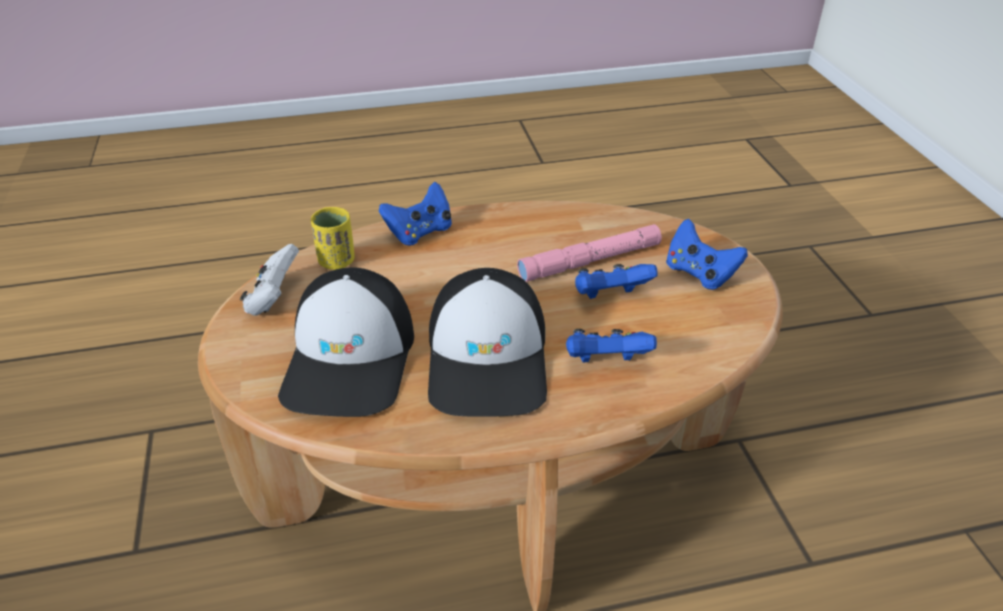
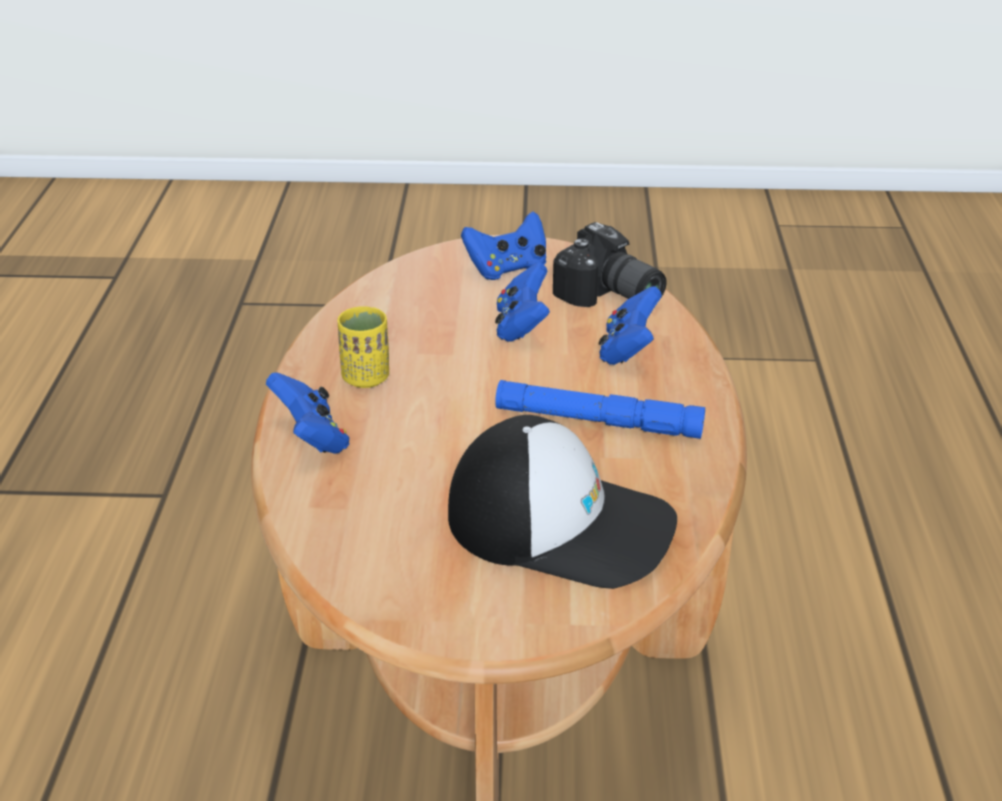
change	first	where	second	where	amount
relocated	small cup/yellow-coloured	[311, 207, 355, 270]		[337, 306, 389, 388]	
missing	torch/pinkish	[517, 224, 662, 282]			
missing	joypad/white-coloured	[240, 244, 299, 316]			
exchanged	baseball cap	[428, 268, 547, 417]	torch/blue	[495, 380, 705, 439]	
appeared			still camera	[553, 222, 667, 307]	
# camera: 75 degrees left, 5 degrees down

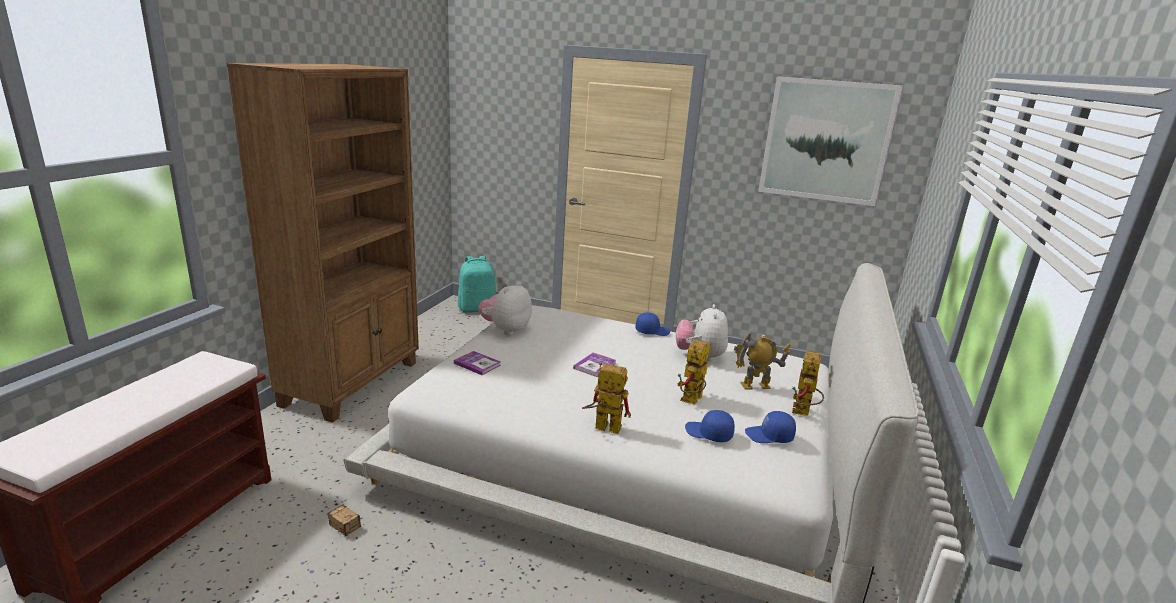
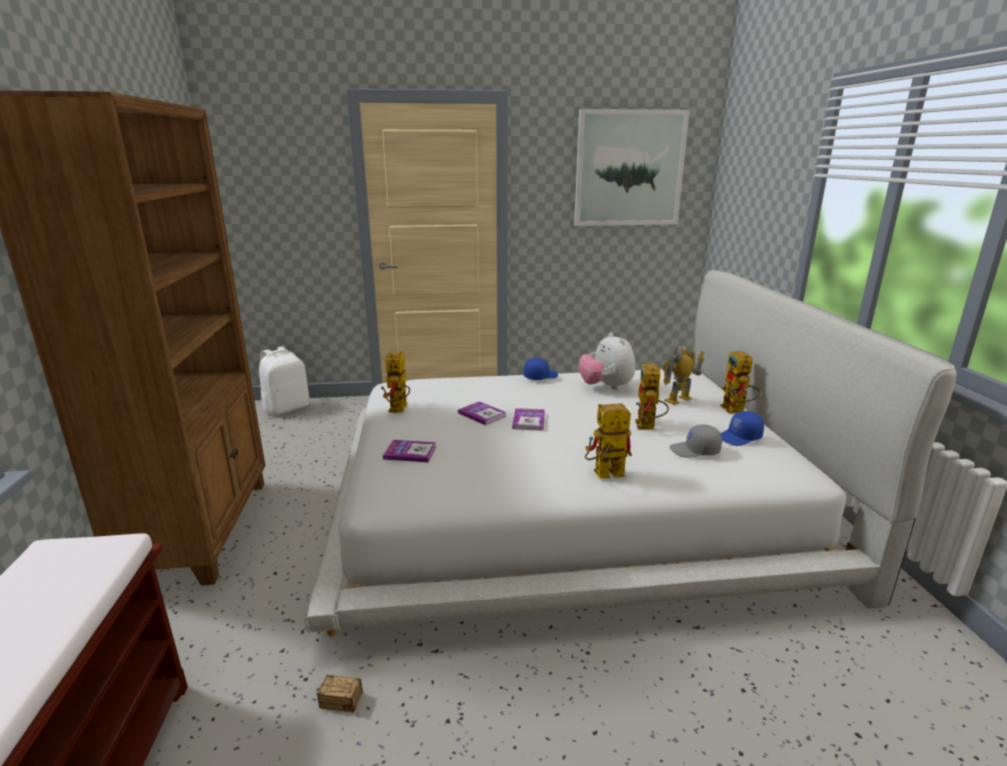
change	first	where	second	where	amount
colour	rucksack/turquoise	[458, 256, 497, 312]	rucksack/white-coloured	[259, 346, 309, 416]	
exchanged	soft toy	[478, 282, 532, 335]	robot figure	[381, 351, 410, 413]	
colour	baseball cap/blue	[685, 410, 735, 442]	baseball cap/grey	[669, 424, 722, 458]	
appeared			volume	[458, 401, 506, 425]	
# camera: 25 degrees left, 0 degrees up

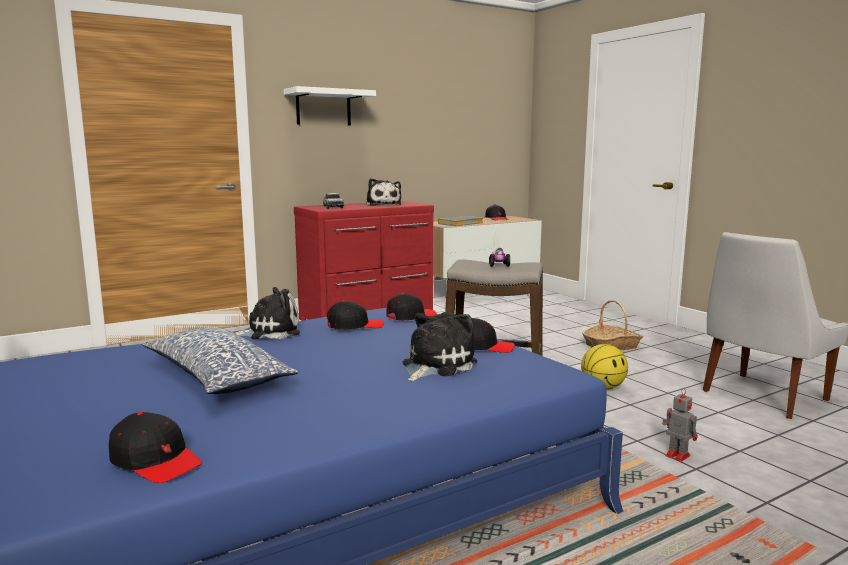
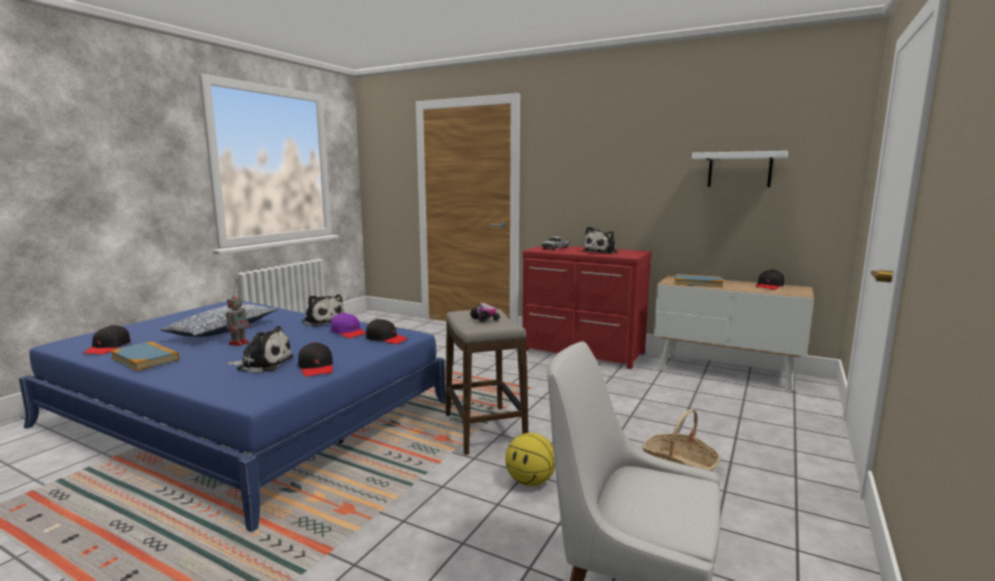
change	first	where	second	where	amount
relocated	bracket shelf/white-coloured	[283, 86, 376, 125]		[692, 151, 788, 187]	
colour	baseball cap/black-coloured	[327, 301, 384, 329]	baseball cap/purple	[331, 312, 366, 338]	
relocated	robot figure	[662, 388, 698, 462]		[226, 292, 250, 346]	
appeared			volume	[110, 341, 179, 371]	
# camera: 60 degrees right, 0 degrees up

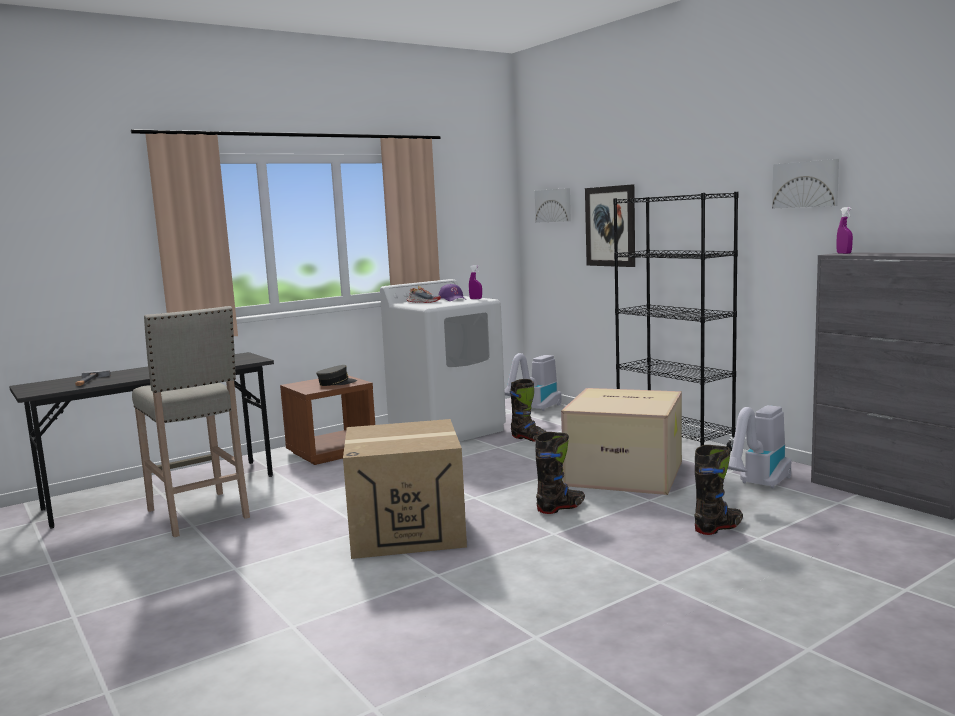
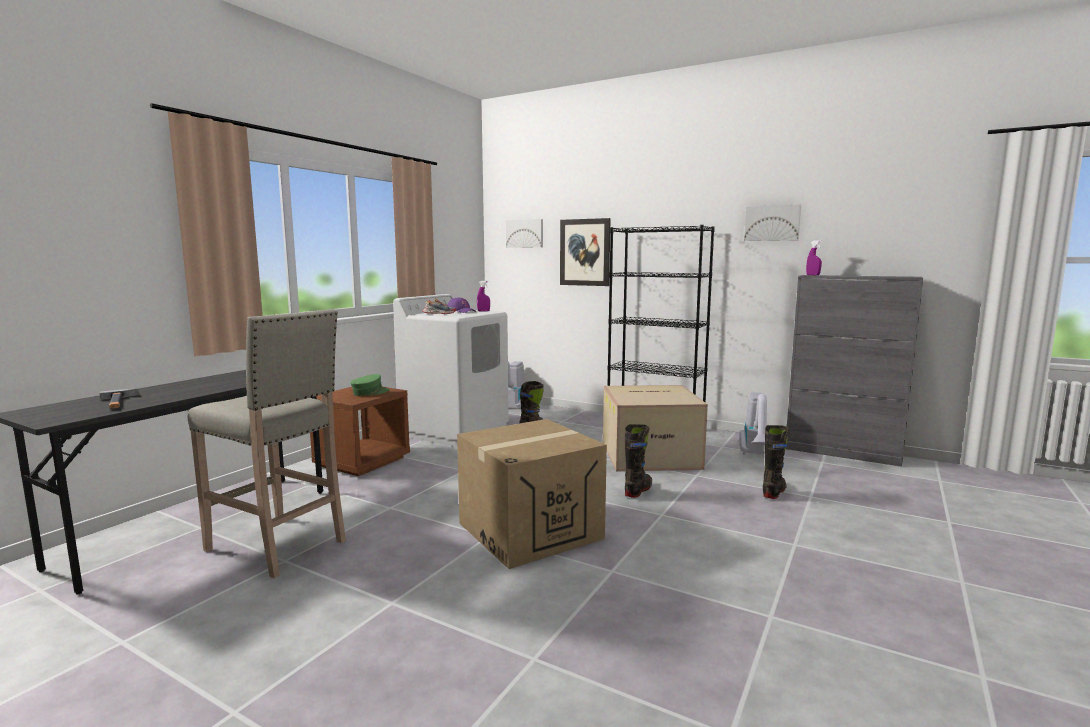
change	first	where	second	where	amount
colour	baseball cap/grey	[316, 365, 357, 386]	baseball cap/greenish	[350, 374, 390, 396]	
# camera: 25 degrees left, 0 degrees up

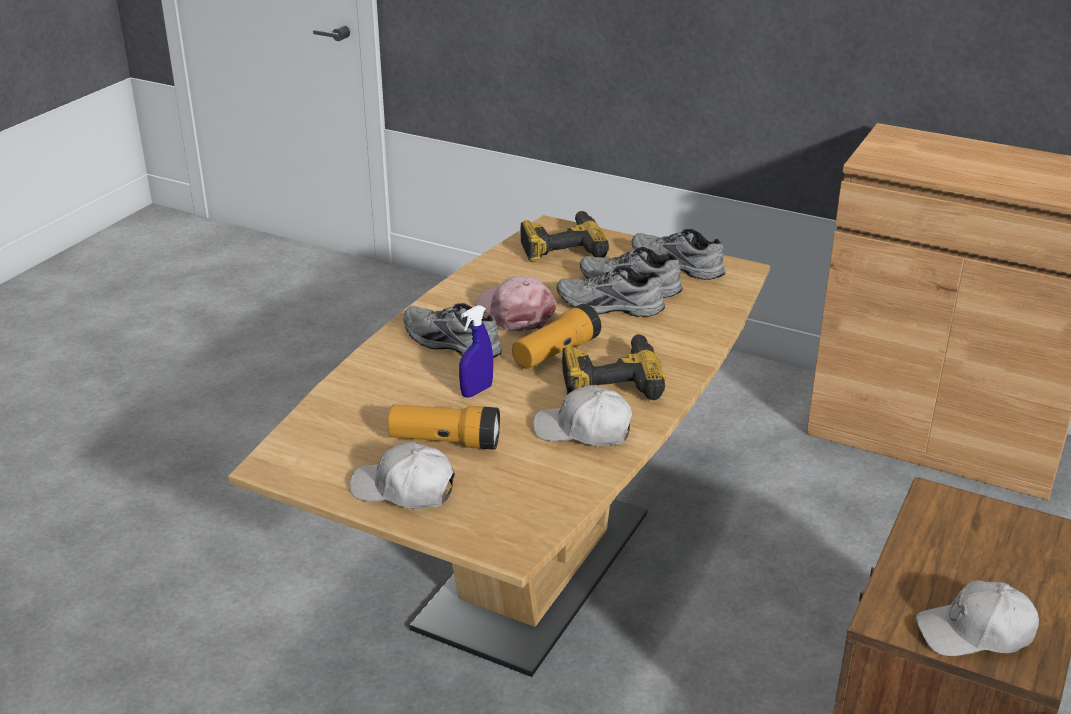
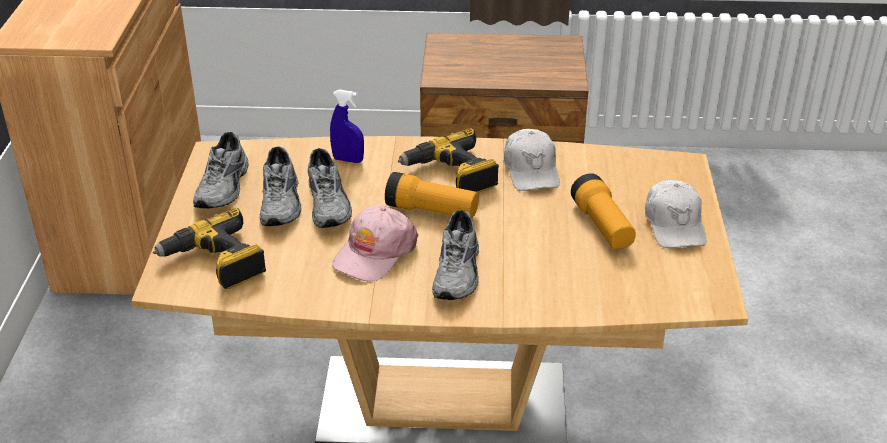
change	first	where	second	where	amount
relocated	hand sprayer/blue	[459, 305, 493, 398]		[330, 89, 364, 163]	
missing	baseball cap/white-coloured	[916, 580, 1039, 656]			
# camera: 115 degrees left, 5 degrees up

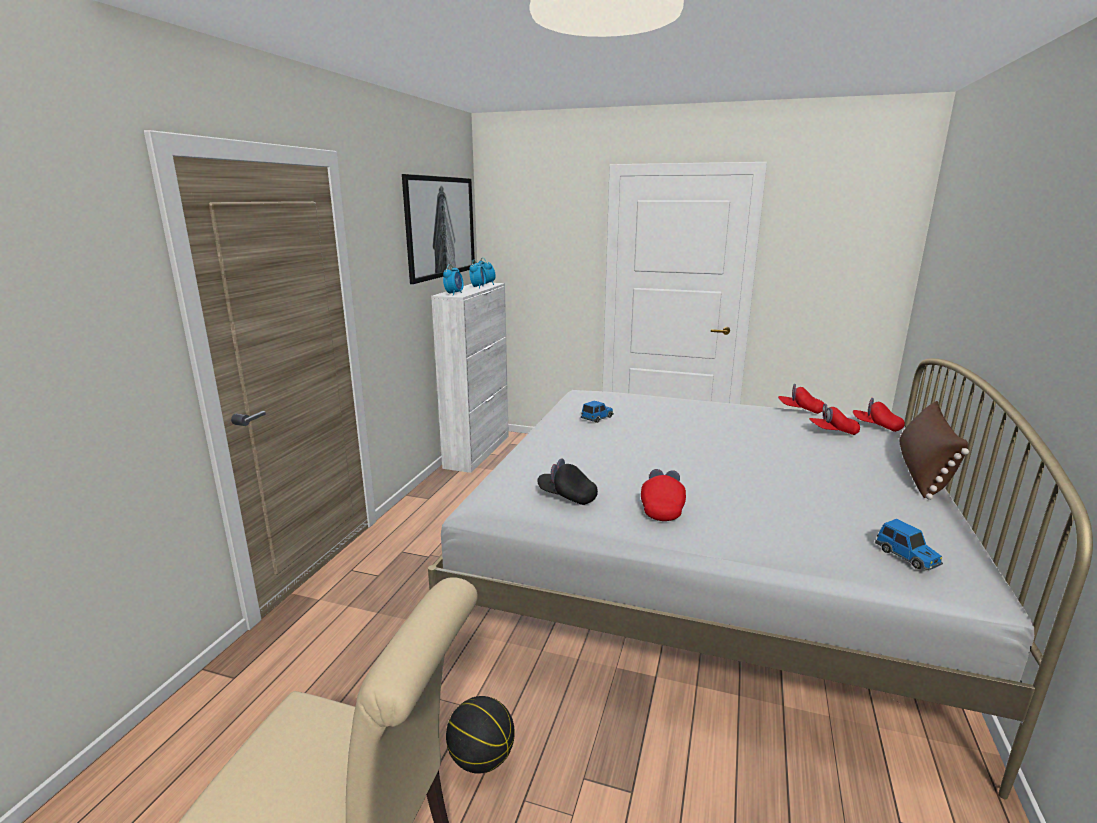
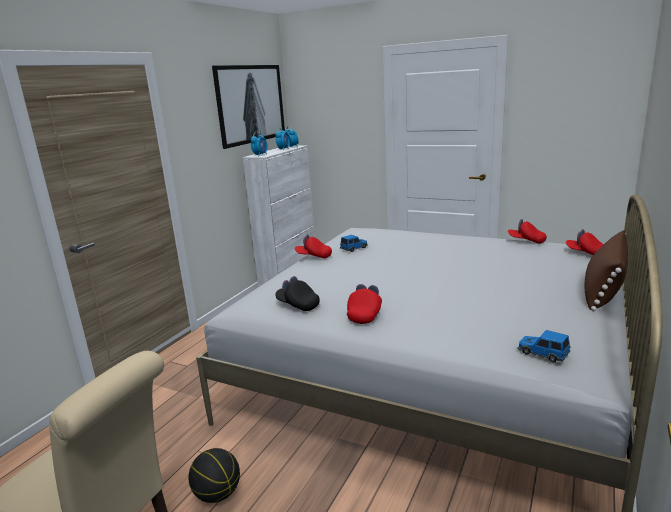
change	first	where	second	where	amount
relocated	baseball cap/reddish	[809, 404, 860, 435]		[295, 235, 332, 258]	
spun	model car	[875, 519, 943, 570]		[517, 330, 571, 362]	150 degrees clockwise
# camera: 10 degrees right, 0 degrees up

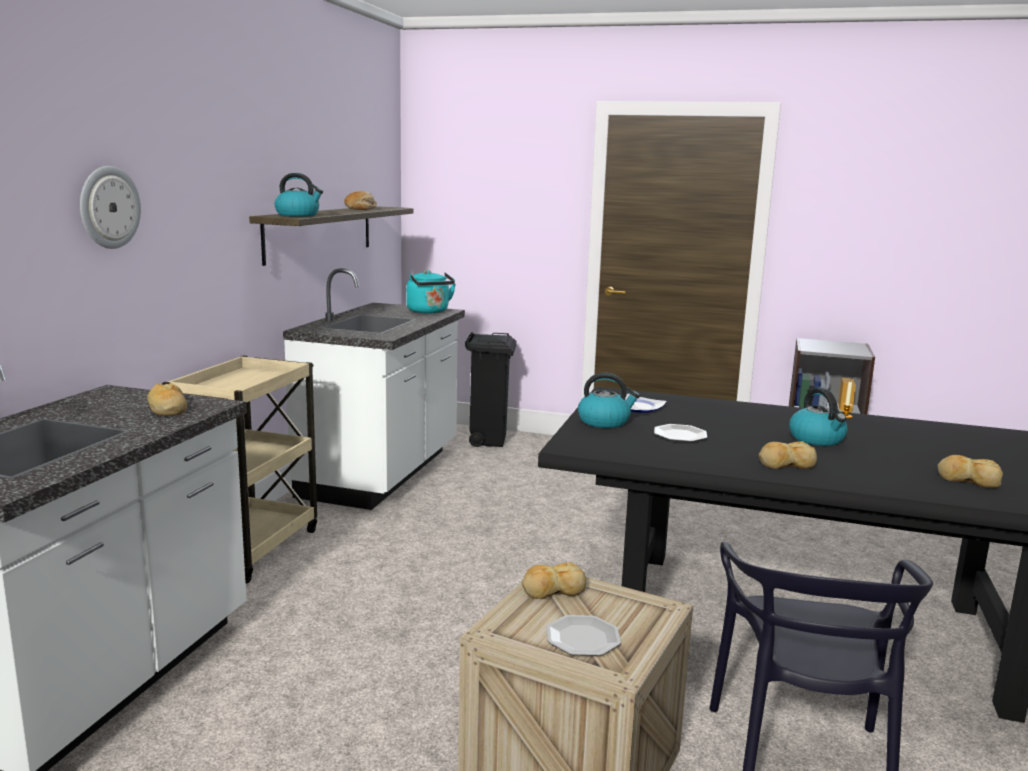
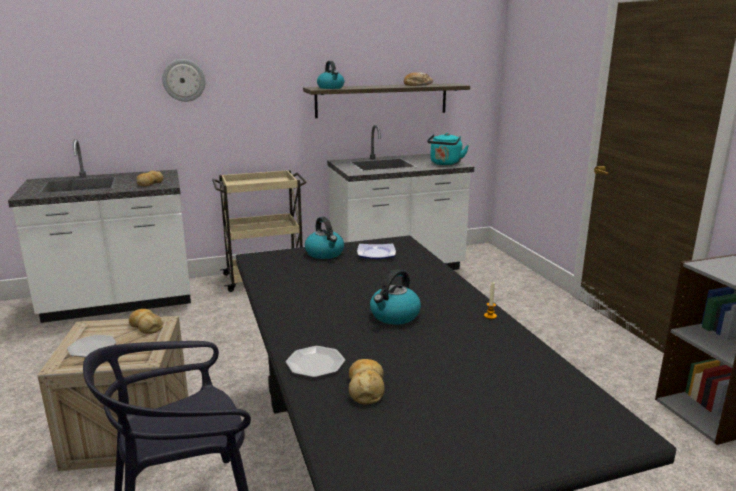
change	first	where	second	where	amount
missing	waste bin/black-coloured	[465, 332, 516, 447]			
relocated	plate	[654, 424, 707, 442]		[286, 346, 345, 378]	
missing	bread	[759, 441, 817, 469]			
# camera: 55 degrees right, 5 degrees up

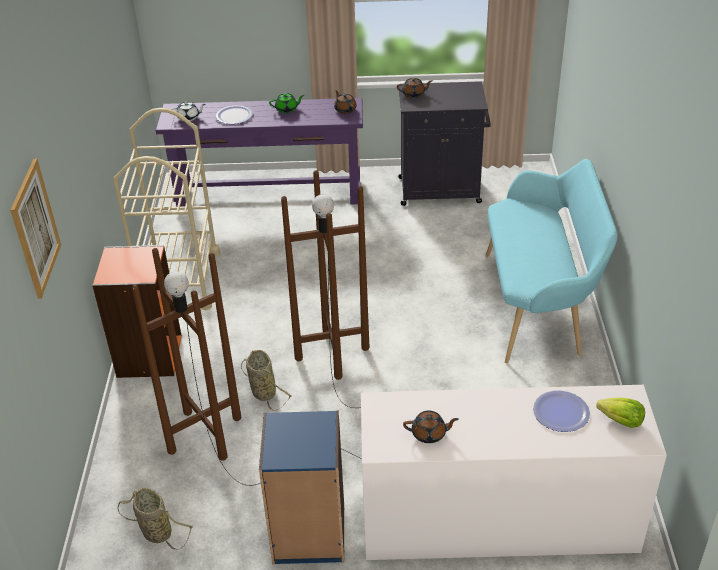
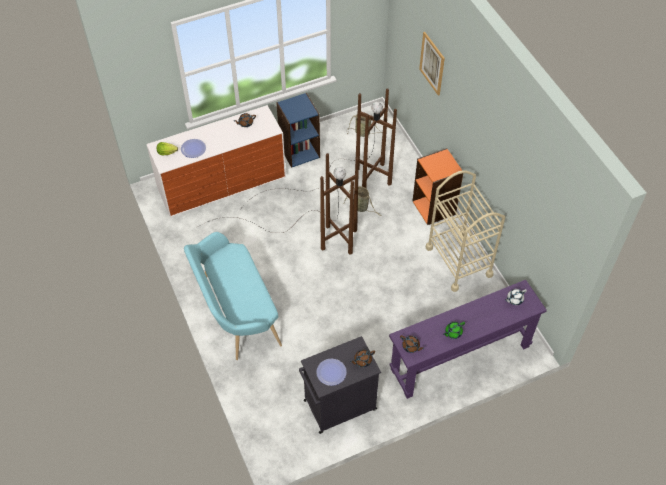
change	first	where	second	where	amount
relocated	plate	[216, 105, 253, 124]		[316, 359, 347, 386]	
# camera: 155 degrees right, 15 degrees up

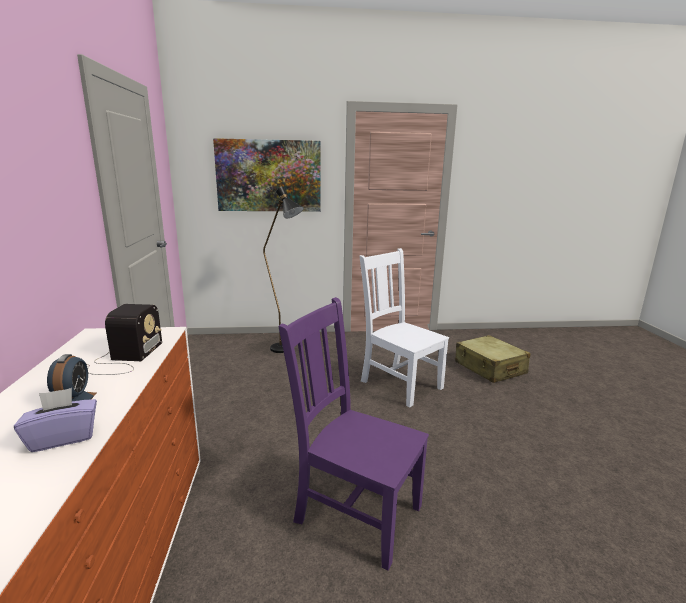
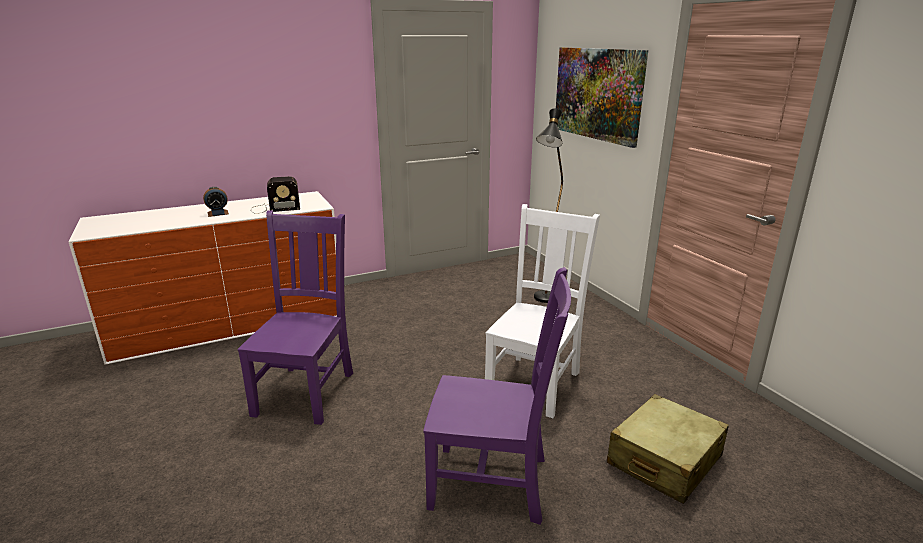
change	first	where	second	where	amount
missing	tissue holder/purple	[14, 388, 97, 452]			
appeared			plain chair/purple	[423, 267, 571, 525]	
# camera: 70 degrees right, 5 degrees up

